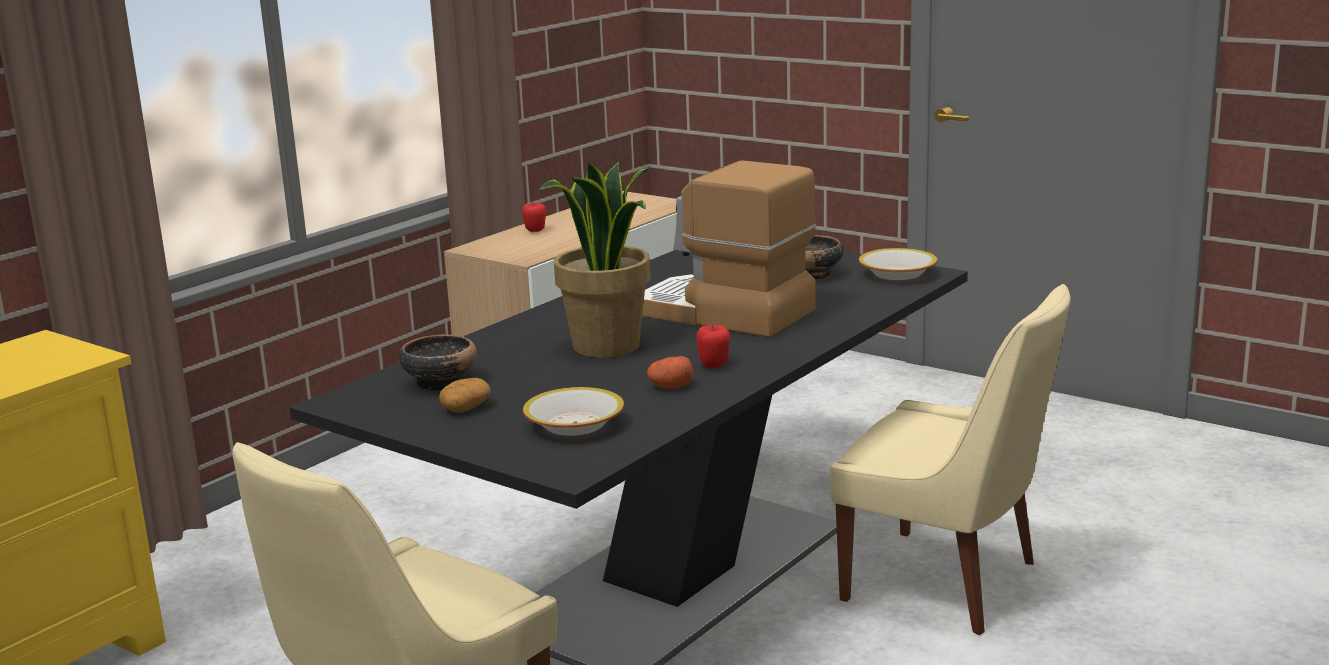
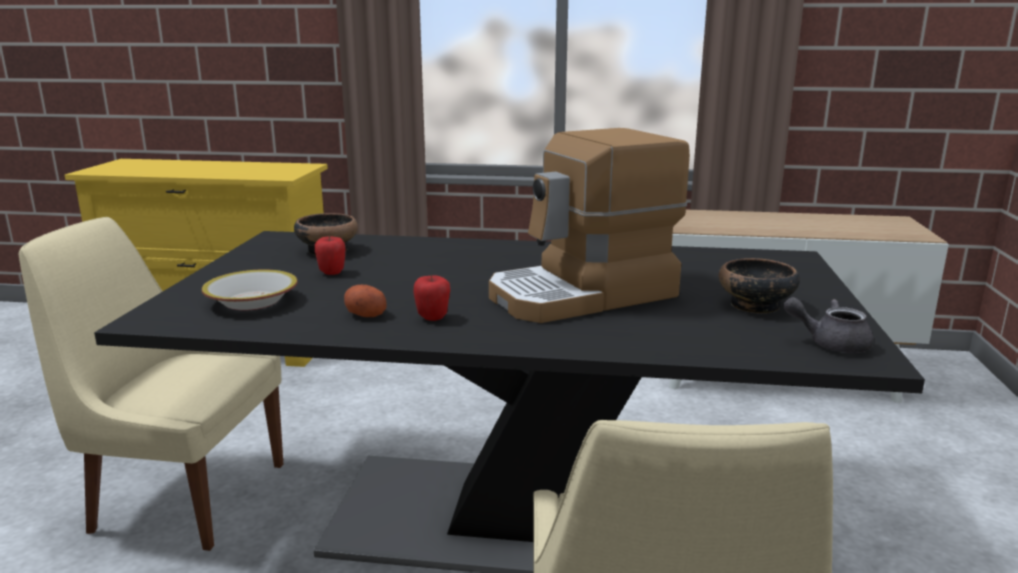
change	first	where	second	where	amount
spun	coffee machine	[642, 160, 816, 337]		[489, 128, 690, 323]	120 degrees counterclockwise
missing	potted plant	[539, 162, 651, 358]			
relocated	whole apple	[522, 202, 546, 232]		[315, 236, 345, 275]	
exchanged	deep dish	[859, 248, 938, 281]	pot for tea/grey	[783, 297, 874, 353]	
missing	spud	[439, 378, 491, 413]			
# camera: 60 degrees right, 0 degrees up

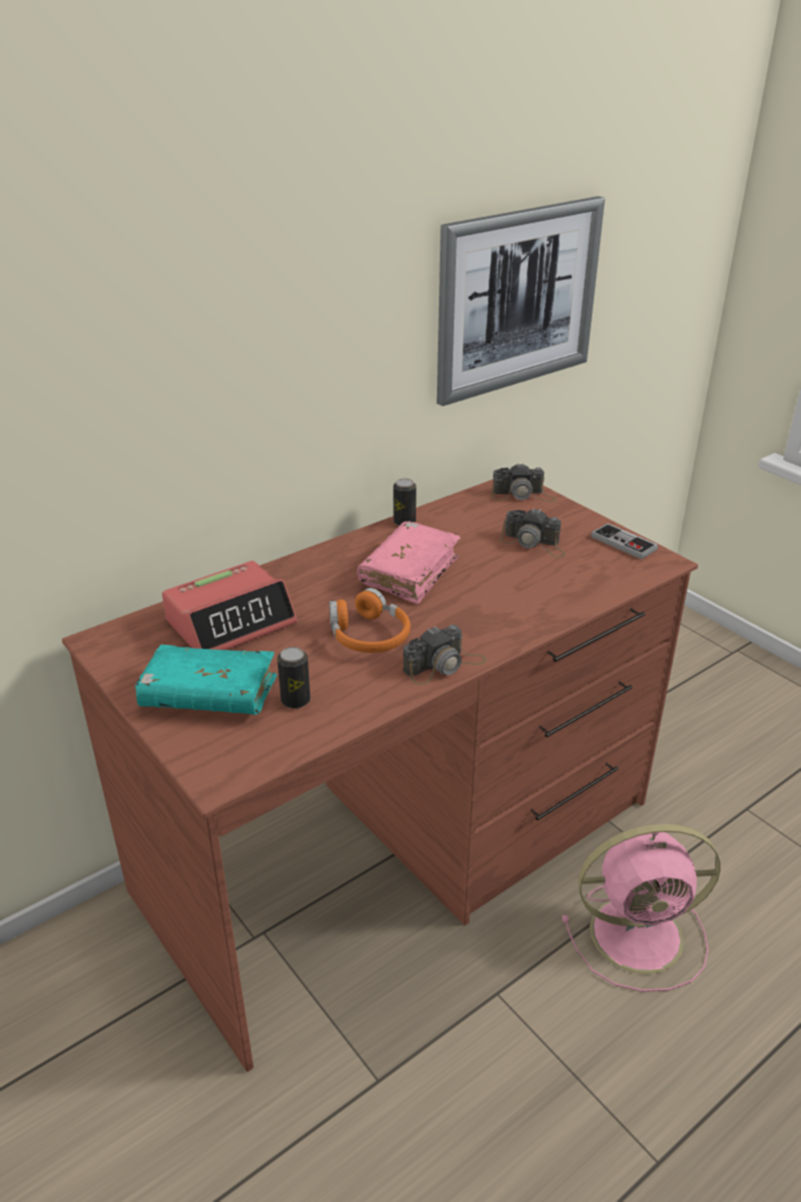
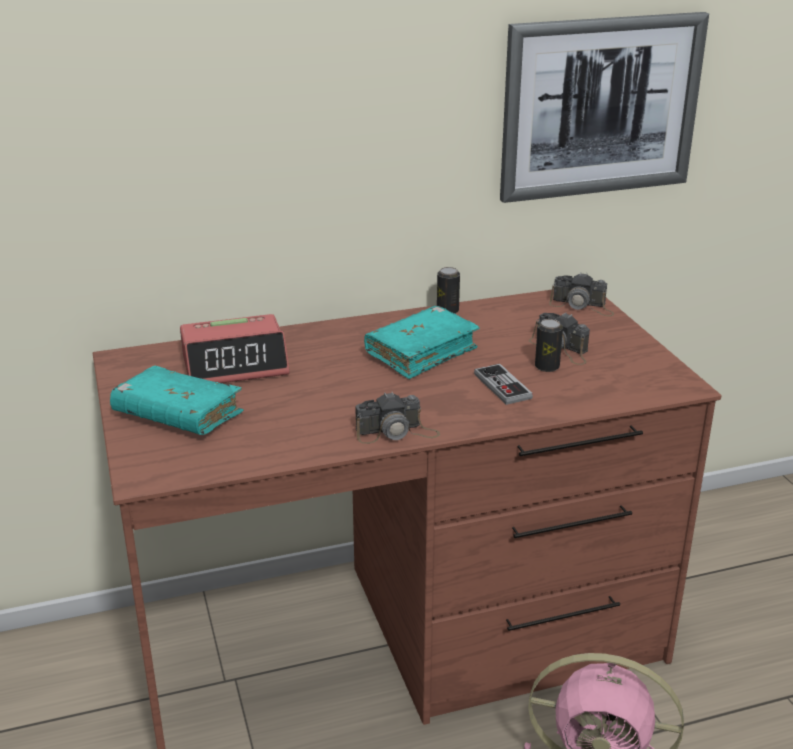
change	first	where	second	where	amount
colour	volume/pinkish	[357, 521, 461, 604]	volume/turquoise	[364, 306, 480, 379]	
relocated	joypad	[591, 523, 658, 560]		[474, 364, 533, 405]	
missing	headset/orangey	[329, 588, 410, 653]			
relocated	can	[277, 647, 310, 709]		[535, 319, 563, 372]	
# camera: 20 degrees right, 5 degrees down

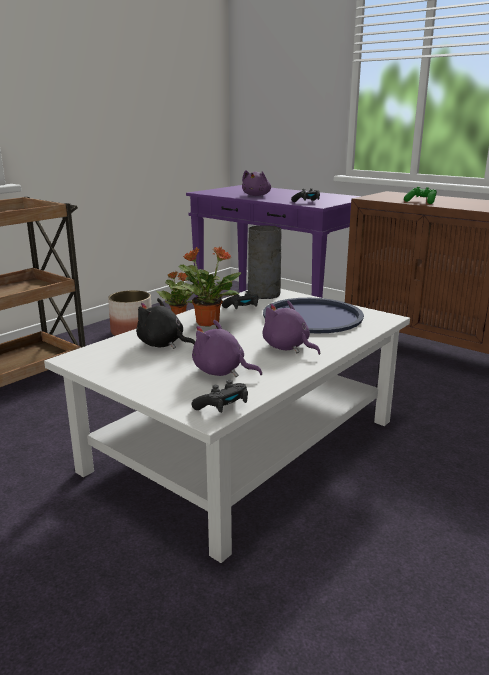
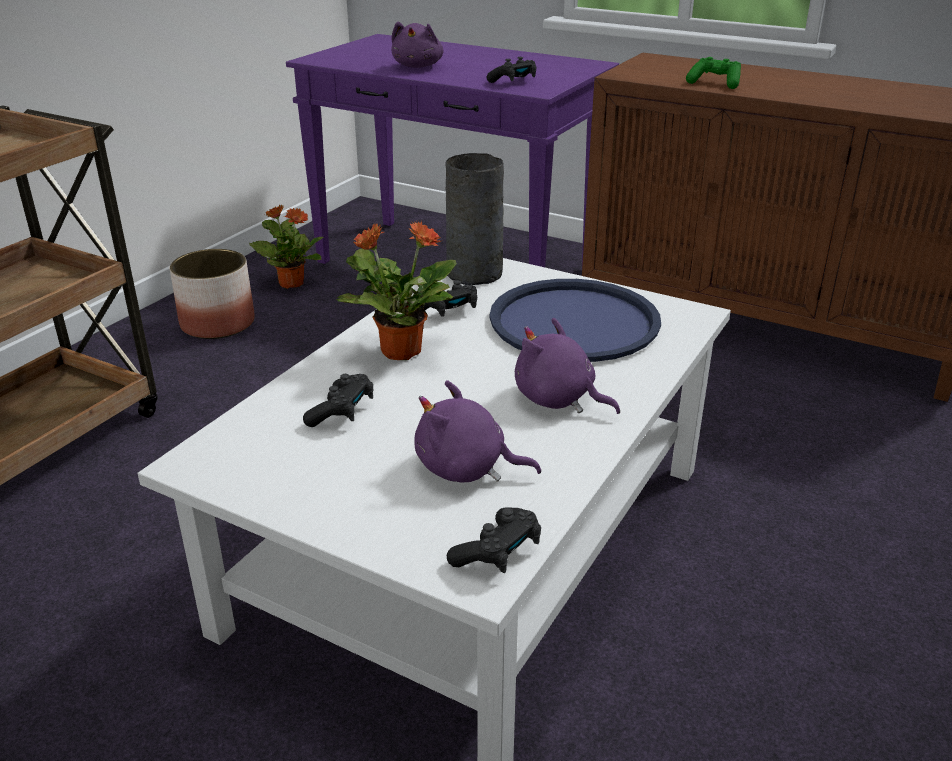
change	first	where	second	where	amount
exchanged	soft toy/black-coloured	[136, 298, 195, 349]	joypad/black-coloured	[303, 374, 374, 427]	
# camera: 10 degrees left, 10 degrees up

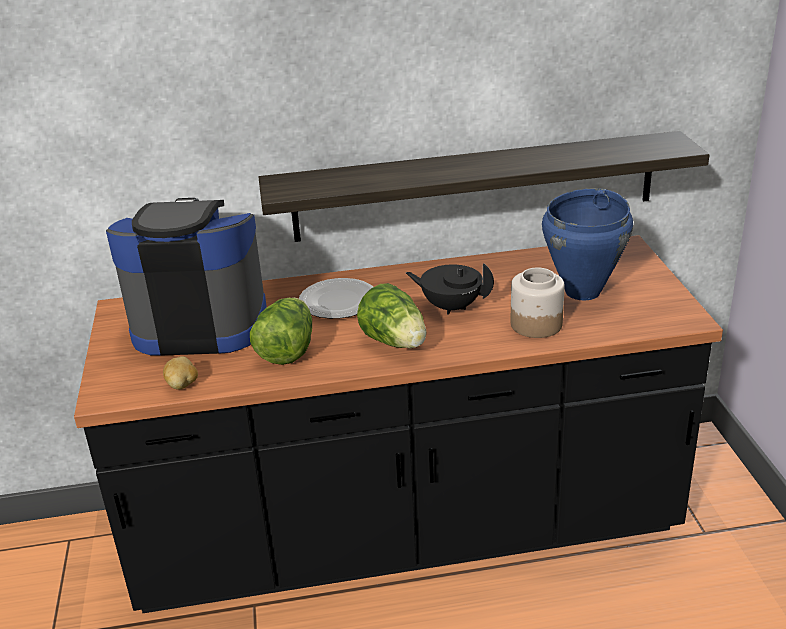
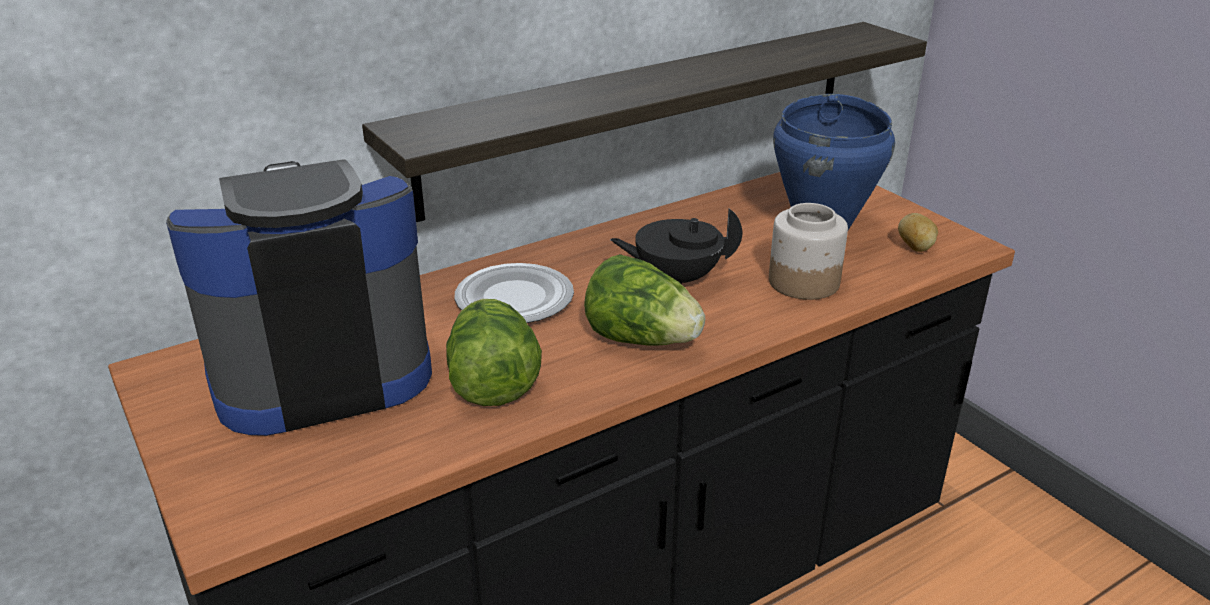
change	first	where	second	where	amount
relocated	spud	[163, 356, 198, 390]		[898, 213, 938, 252]	
# camera: 25 degrees left, 0 degrees up

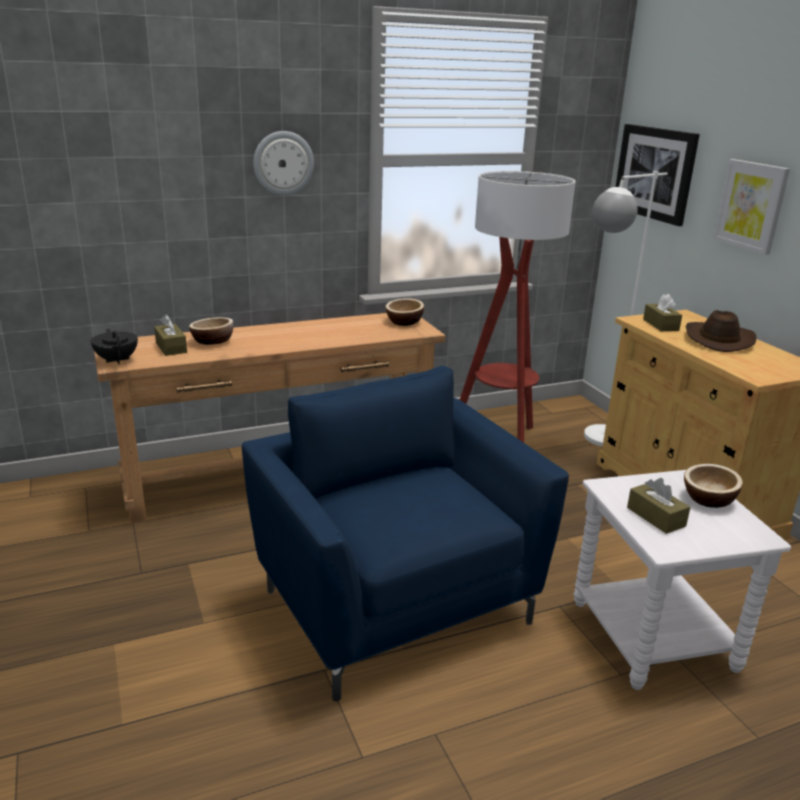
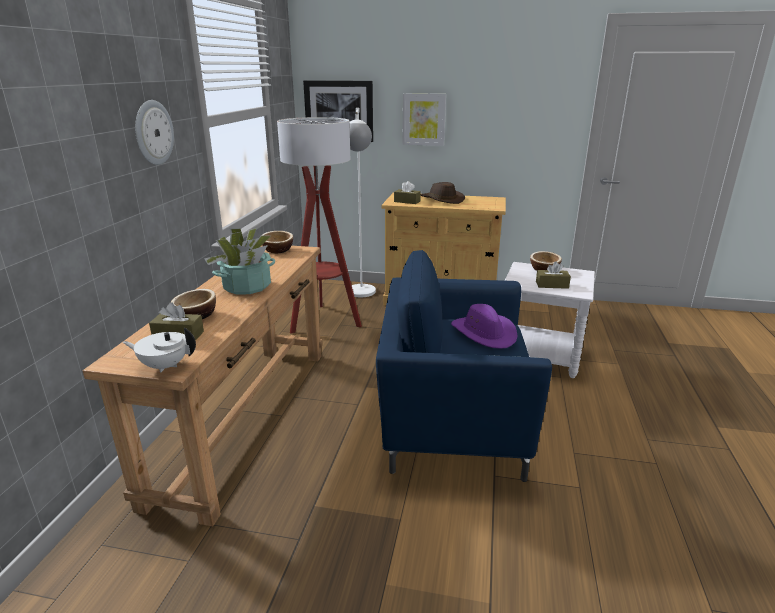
change	first	where	second	where	amount
colour	pot for tea/black-coloured	[91, 328, 138, 364]	pot for tea/white-coloured	[123, 328, 196, 373]	
appeared			potted plant	[204, 228, 275, 295]	
appeared			hat/purple	[451, 304, 517, 349]	
# camera: 55 degrees left, 0 degrees up

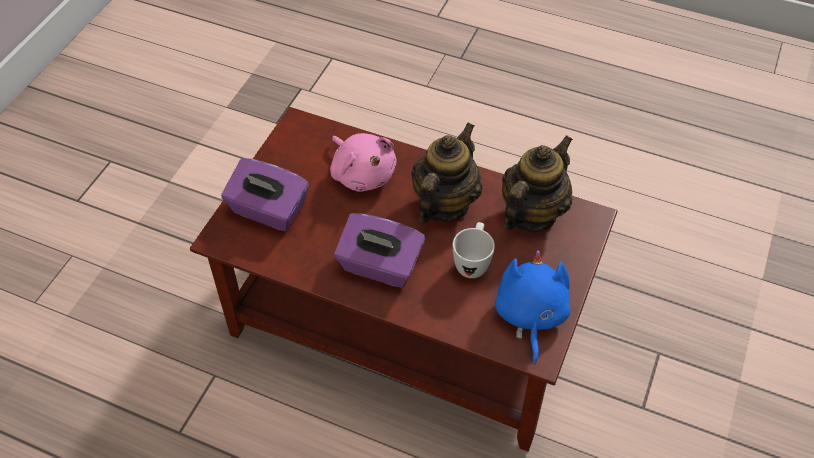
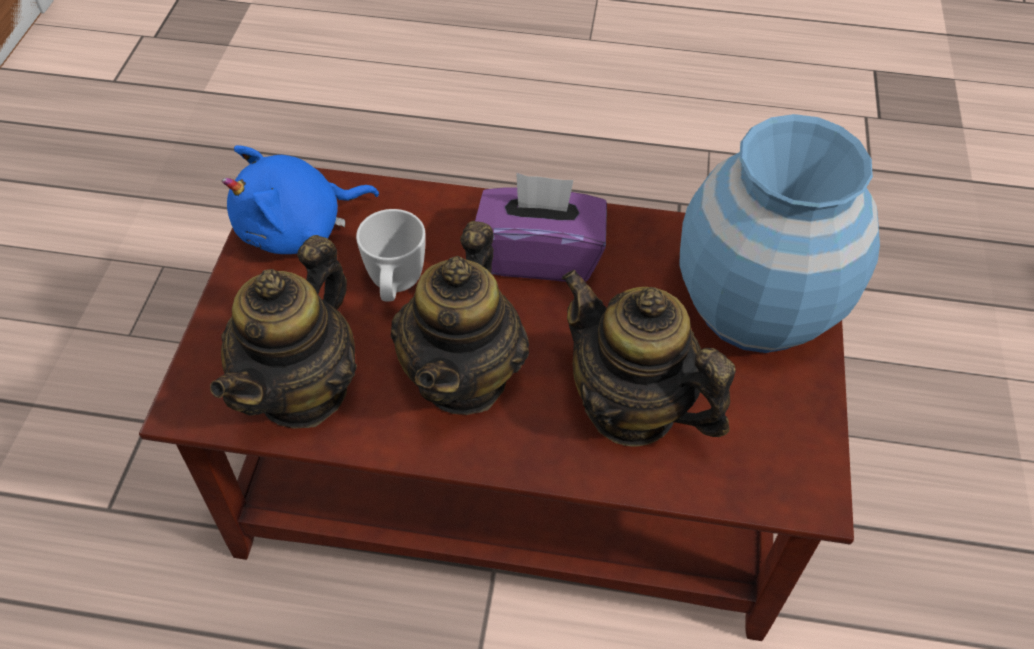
change	first	where	second	where	amount
exchanged	soft toy/pinkish	[330, 133, 397, 192]	pot for tea	[561, 269, 736, 447]	
exchanged	tissue holder/purple	[221, 158, 309, 231]	decorative vase/blue	[679, 114, 880, 353]	
spun	soft toy/blue	[495, 250, 571, 365]		[222, 145, 379, 254]	75 degrees clockwise
# camera: 165 degrees right, 0 degrees up

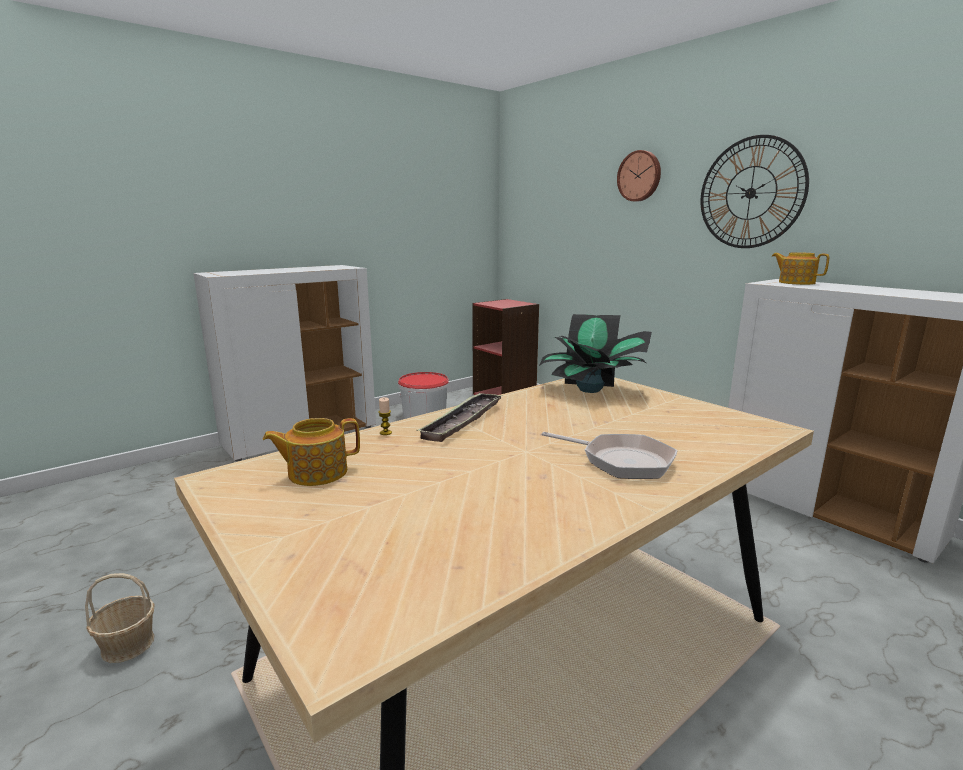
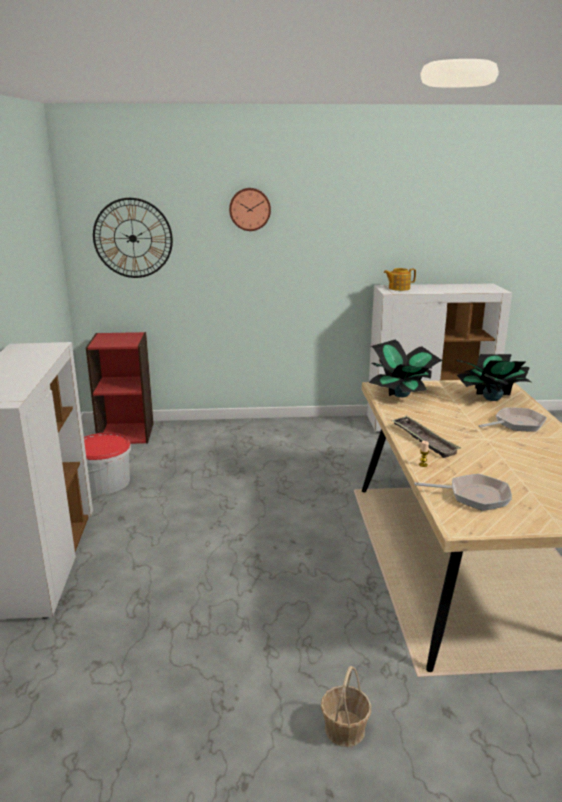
change	first	where	second	where	amount
relocated	clock on the wall	[700, 135, 809, 248]		[93, 198, 173, 278]	
exchanged	pot for tea	[263, 418, 360, 486]	skillet	[414, 474, 512, 511]	
appeared			potted plant	[456, 354, 531, 401]	
# camera: 55 degrees left, 5 degrees up

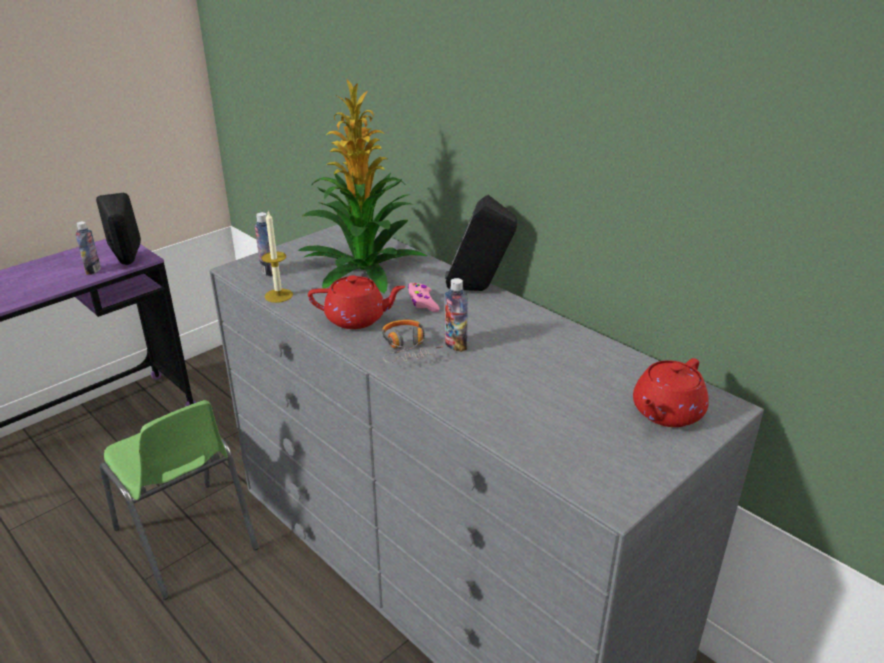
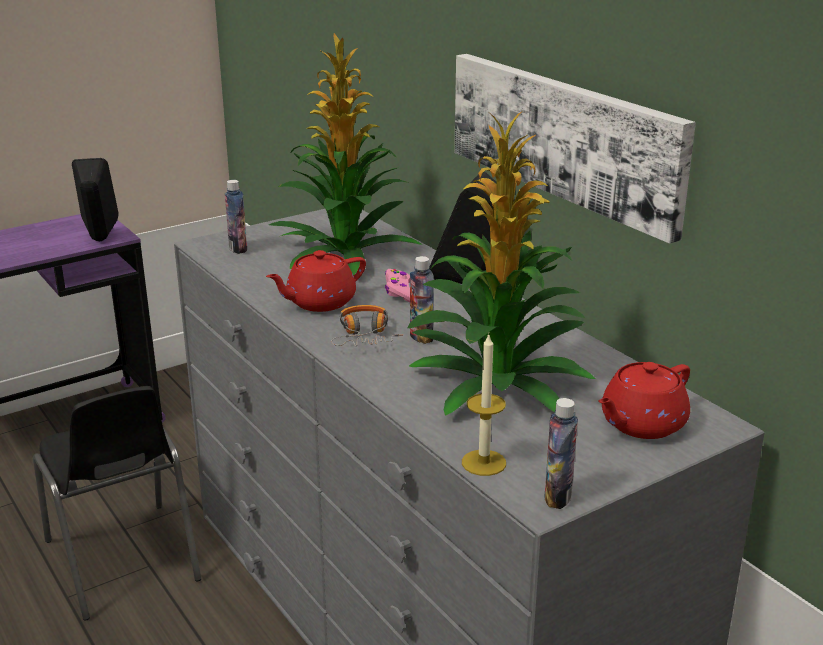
change	first	where	second	where	amount
relocated	wax candle	[261, 212, 293, 303]		[462, 334, 506, 476]	
relocated	bottle	[76, 221, 101, 275]		[545, 398, 578, 509]	
spun	pot for tea/reddish	[308, 275, 405, 329]		[266, 250, 366, 312]	135 degrees clockwise
colour	plain chair/greenish	[99, 400, 259, 600]	plain chair/black-coloured	[33, 386, 201, 621]	
appeared			picture	[454, 54, 696, 244]	
appeared			potted plant	[408, 112, 596, 416]	
# camera: 10 degrees right, 5 degrees down

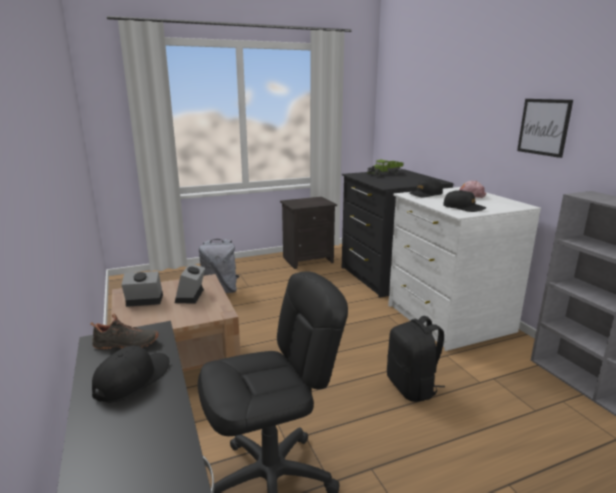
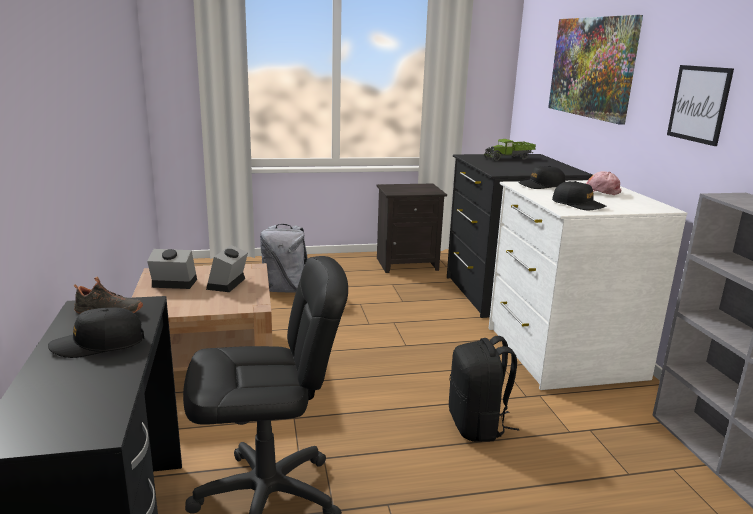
change	first	where	second	where	amount
spun	baseball cap/black-coloured	[92, 346, 170, 403]		[48, 307, 144, 358]	150 degrees counterclockwise
appeared			picture	[548, 15, 643, 125]	
# camera: 10 degrees right, 0 degrees up

